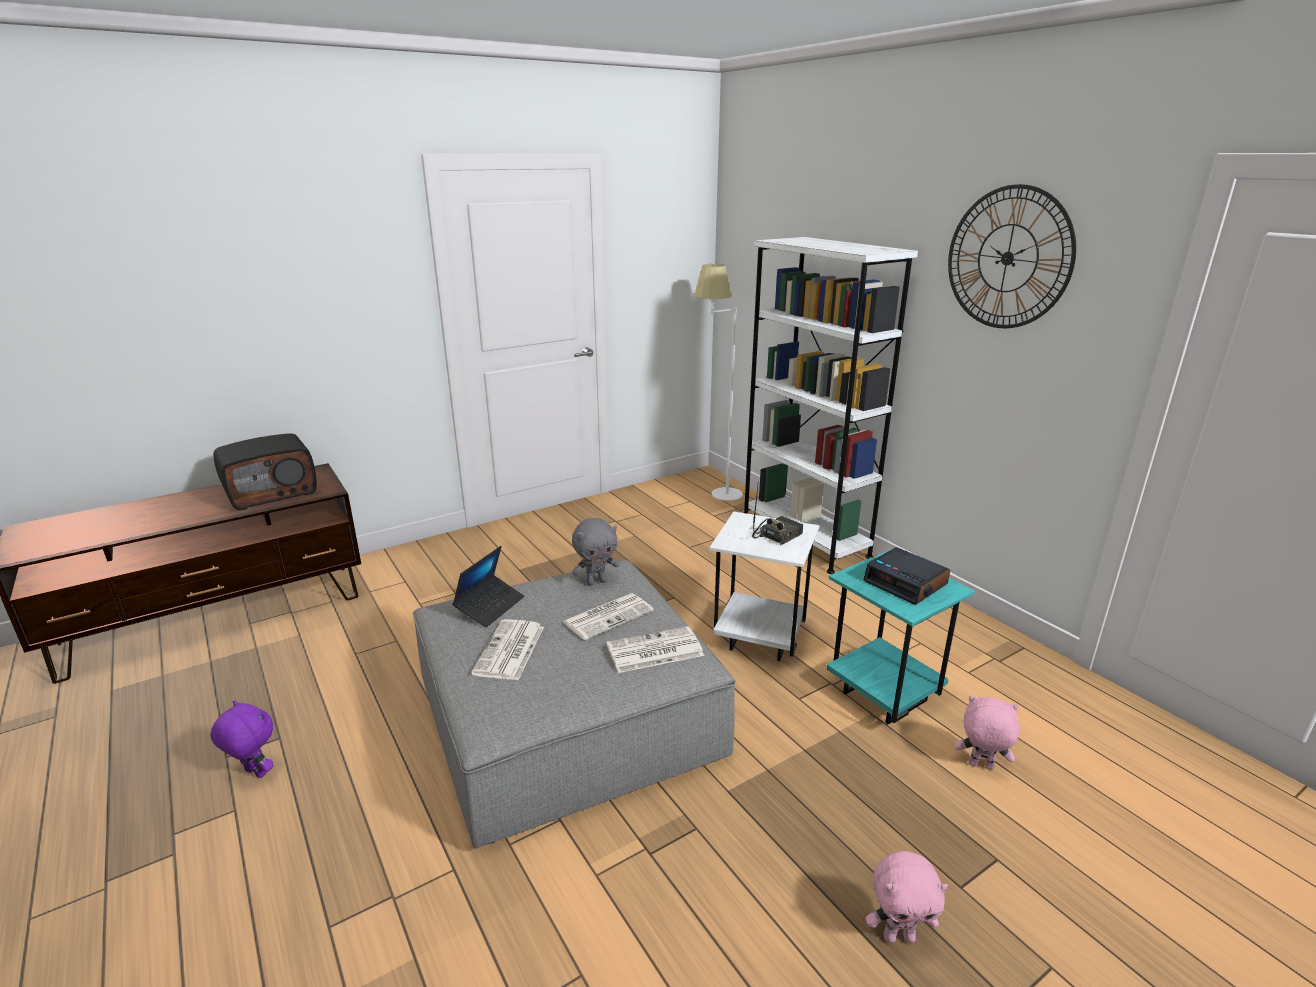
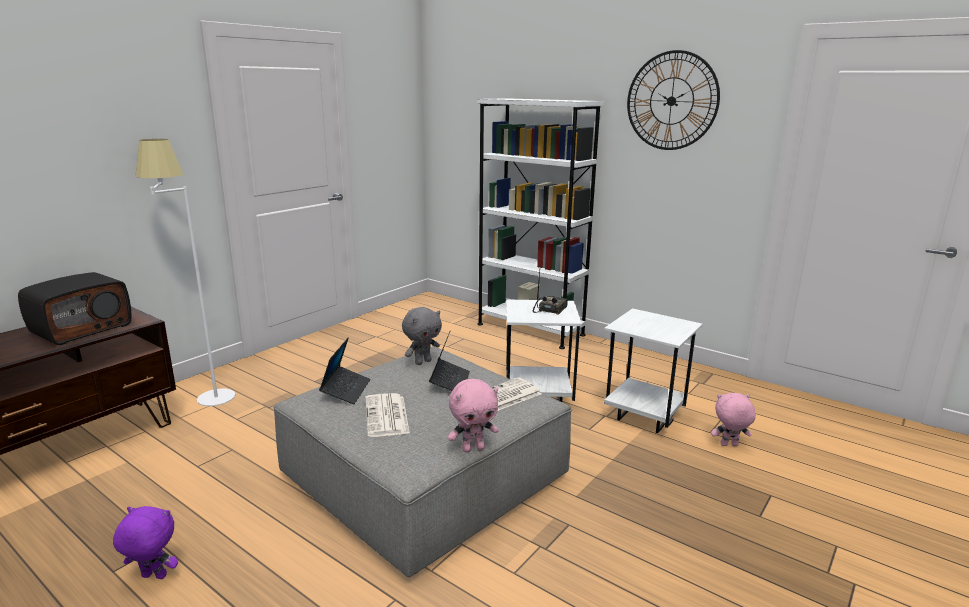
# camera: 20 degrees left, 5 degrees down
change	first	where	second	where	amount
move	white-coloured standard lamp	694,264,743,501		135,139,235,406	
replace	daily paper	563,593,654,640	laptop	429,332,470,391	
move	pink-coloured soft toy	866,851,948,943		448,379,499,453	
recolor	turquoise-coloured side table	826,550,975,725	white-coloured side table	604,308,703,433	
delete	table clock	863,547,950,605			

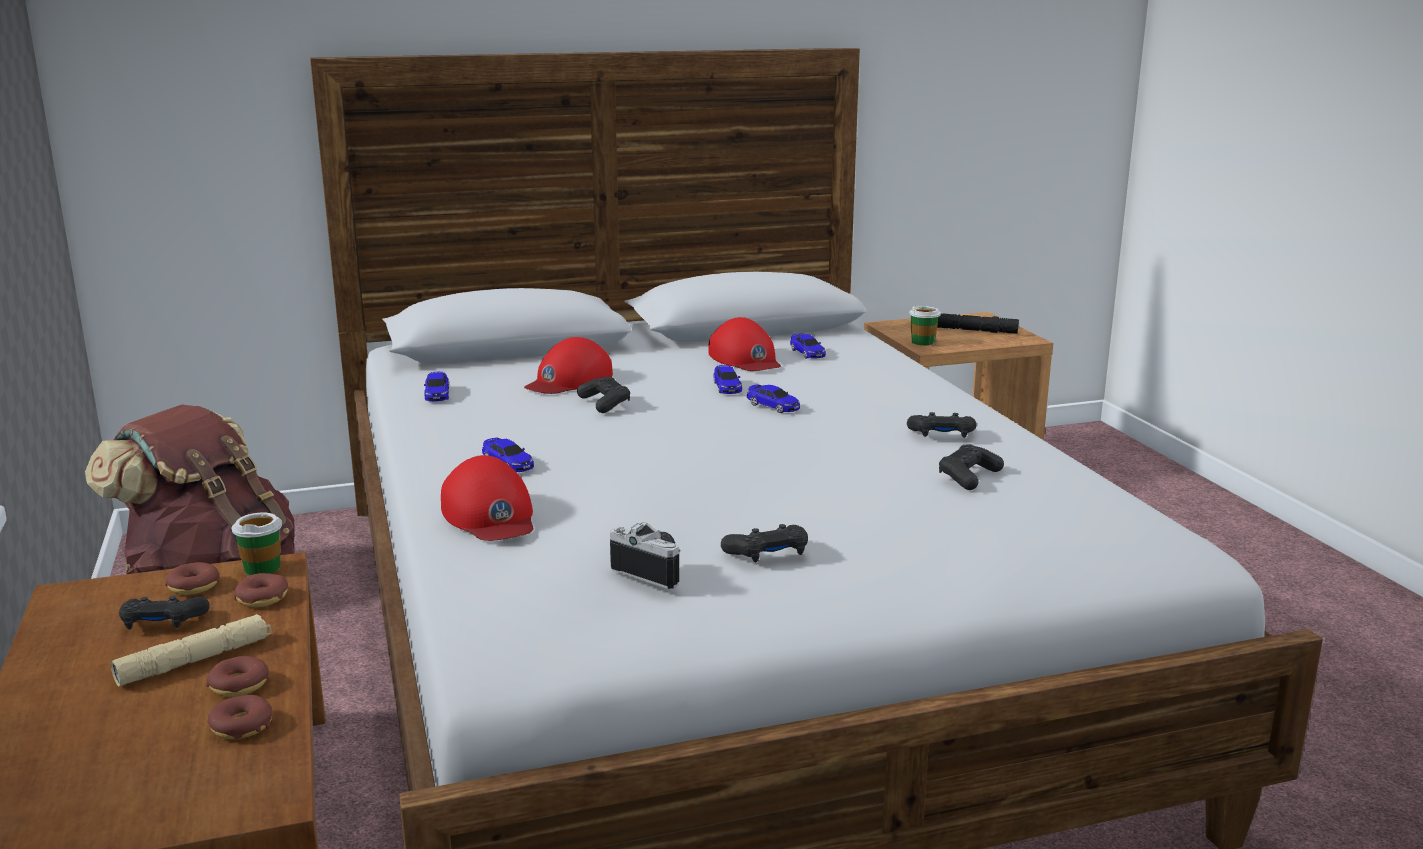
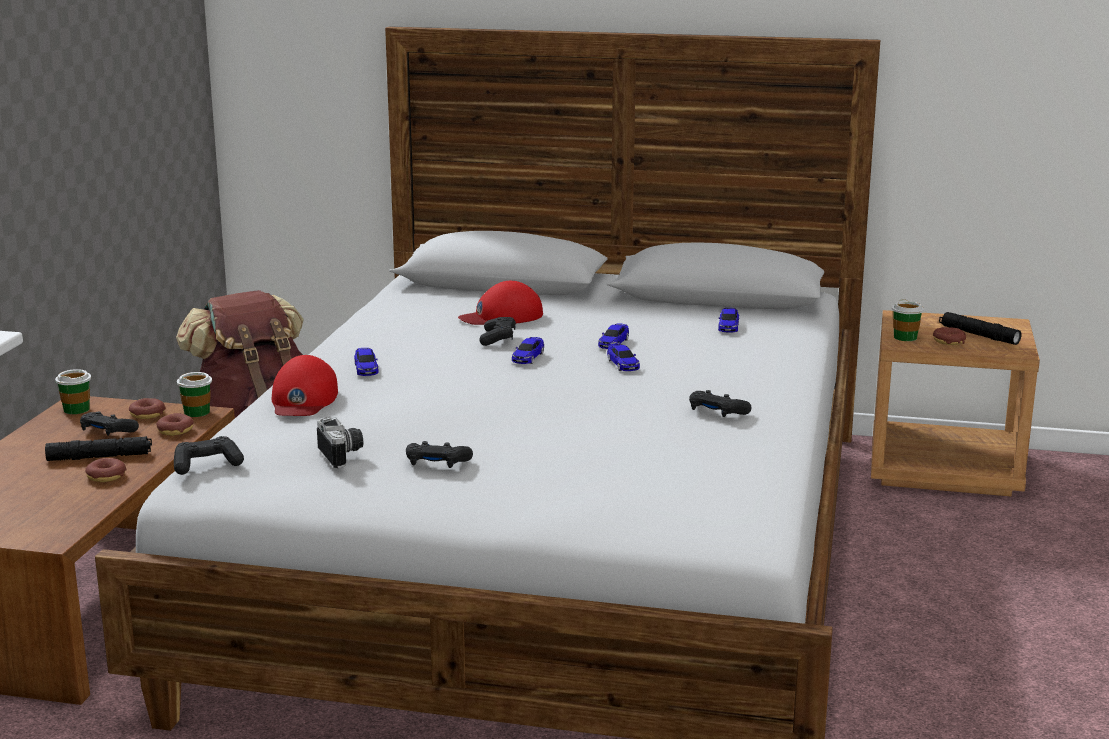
# camera: 30 degrees right, 0 degrees up
change	first	where	second	where	amount
recolor	beige-coloured hand torch	110,614,271,687	black-coloured hand torch	45,436,152,461	
insert			drinking cup	55,369,91,414	
move	black-coloured gamepad	939,444,1004,490		174,436,244,475	
move	model car	424,372,449,401		512,337,544,364	
move	donut	207,695,272,739		933,327,966,345	
delete	reddish baseball cap	708,317,781,371			

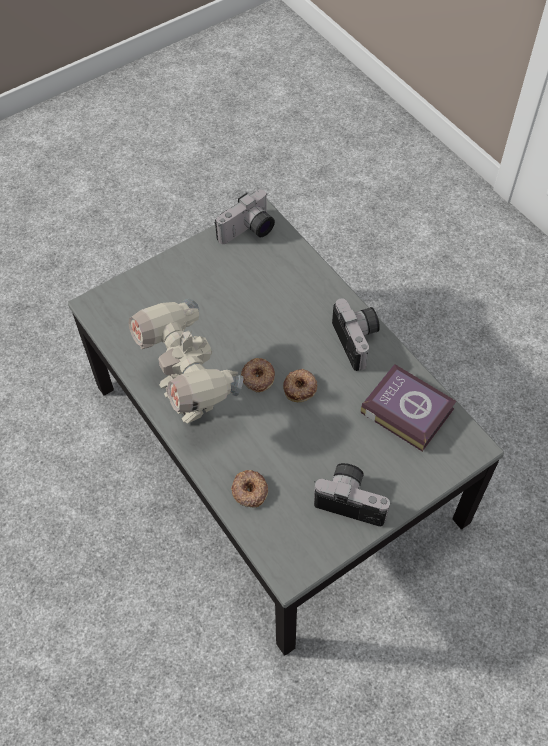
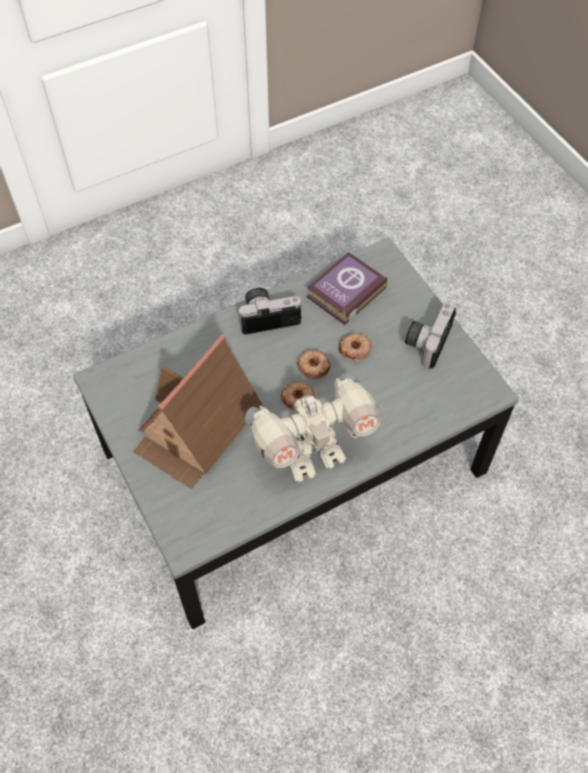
# camera: 85 degrees left, 0 degrees up
change	first	where	second	where	amount
insert			miniature house	133,335,262,489	
move	donut	231,470,268,508		338,333,372,361	
delete	still camera	215,189,275,244			

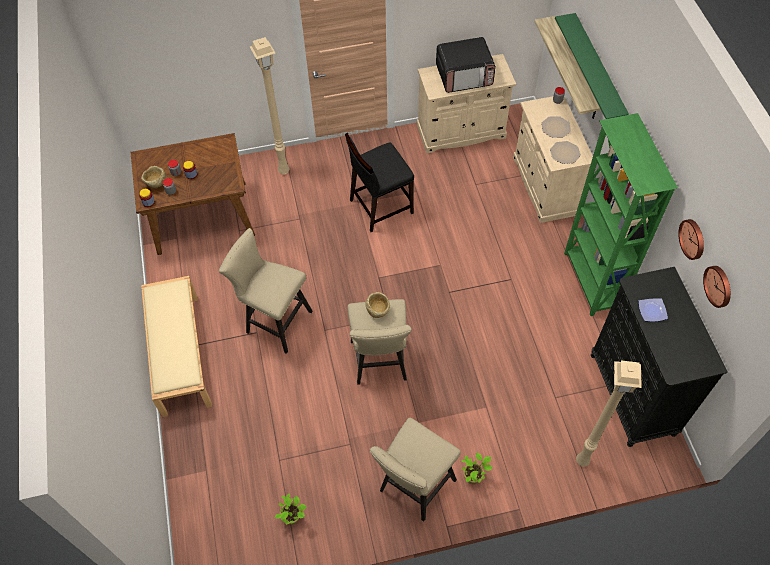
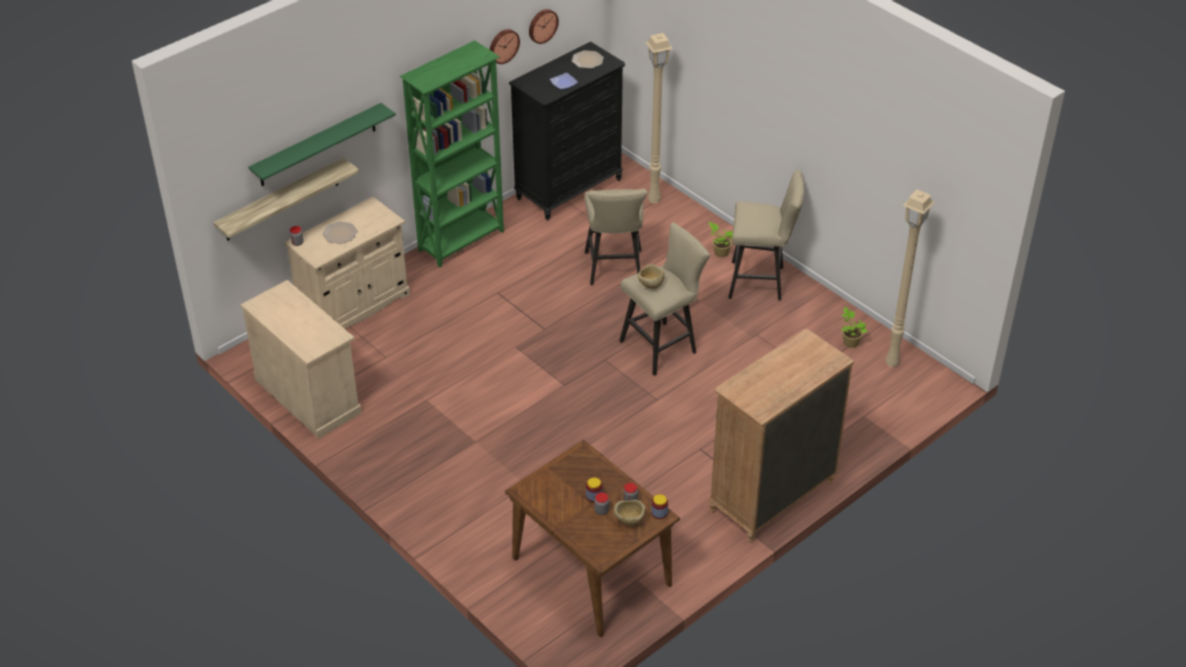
# camera: 120 degrees left, 15 degrees down
change	first	where	second	where	amount
move	flat dish	550,141,581,164		572,50,604,69	
move	beige-coloured sitting stool	219,228,313,354		585,189,648,285	
replace	beige-coloured indoor bench	141,276,212,417	brown-coloured chest of drawers	709,329,854,542	
move	beige-coloured standard lamp	250,37,289,174		885,190,935,367	
delete	black-coloured upright chair	345,133,414,232			
delete	microwave	436,37,496,93			

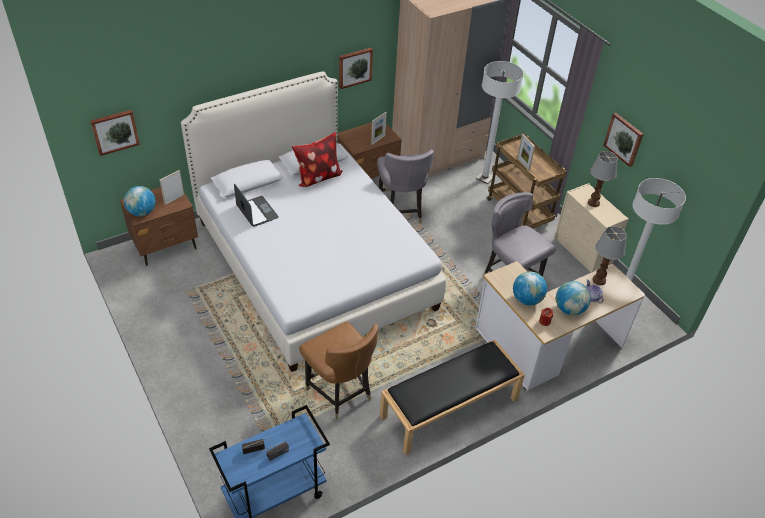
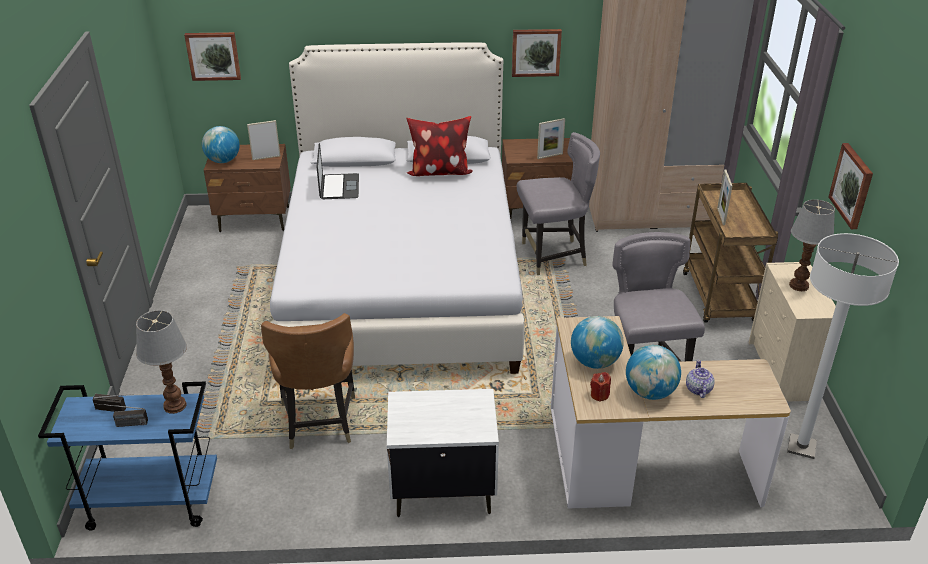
# camera: 30 degrees right, 10 degrees down
change	first	where	second	where	amount
move	lamp for a table	592,226,627,285		136,310,187,414	
replace	black-coloured indoor bench	380,340,525,455	white-coloured nightstand	387,389,499,517	
rotate	grey upright chair	377,150,434,224		517,132,600,275	120 degrees counterclockwise
delete	white-coloured standard lamp	476,61,524,184			

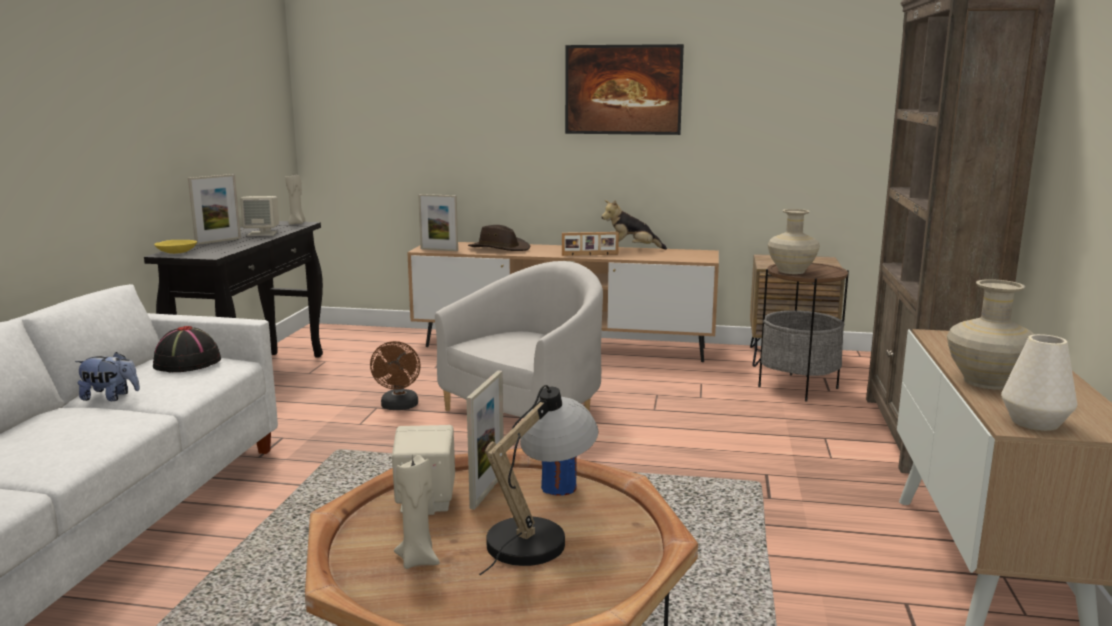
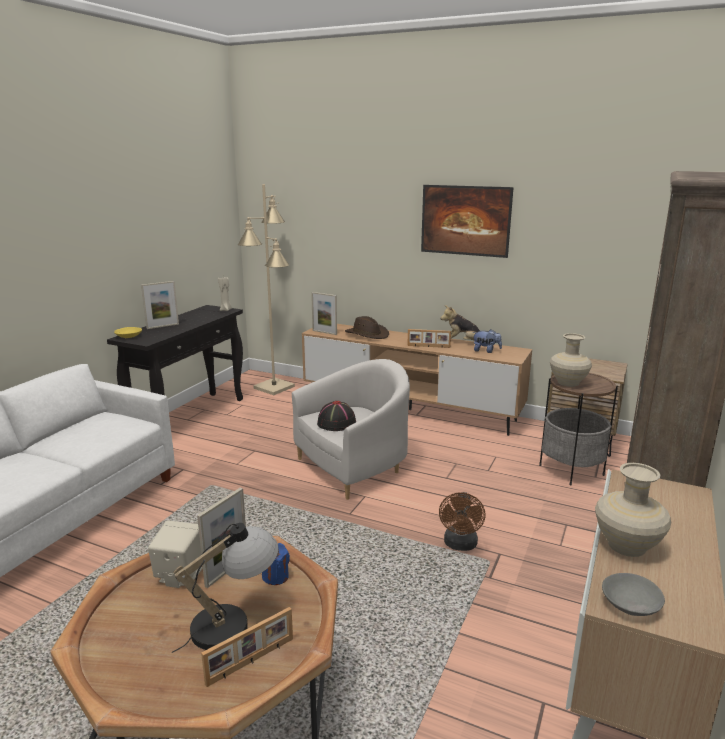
# camera: 15 degrees right, 5 degrees up
change	first	where	second	where	amount
insert			photo frame	201,607,293,687	
insert			beige-coloured standard lamp	237,184,295,395	
move	black-coloured clothing hat	153,326,221,372		317,401,356,431	
move	brown-coloured fan	370,341,421,410		439,492,486,551	
move	soft toy	75,352,140,401		472,329,502,353	
replace	white-coloured vase	1001,334,1077,431	grey bowl	602,573,665,616	
delete	beige-coloured loudspeaker	240,196,279,236			
delete	beige-coloured wax candle	394,455,440,569			

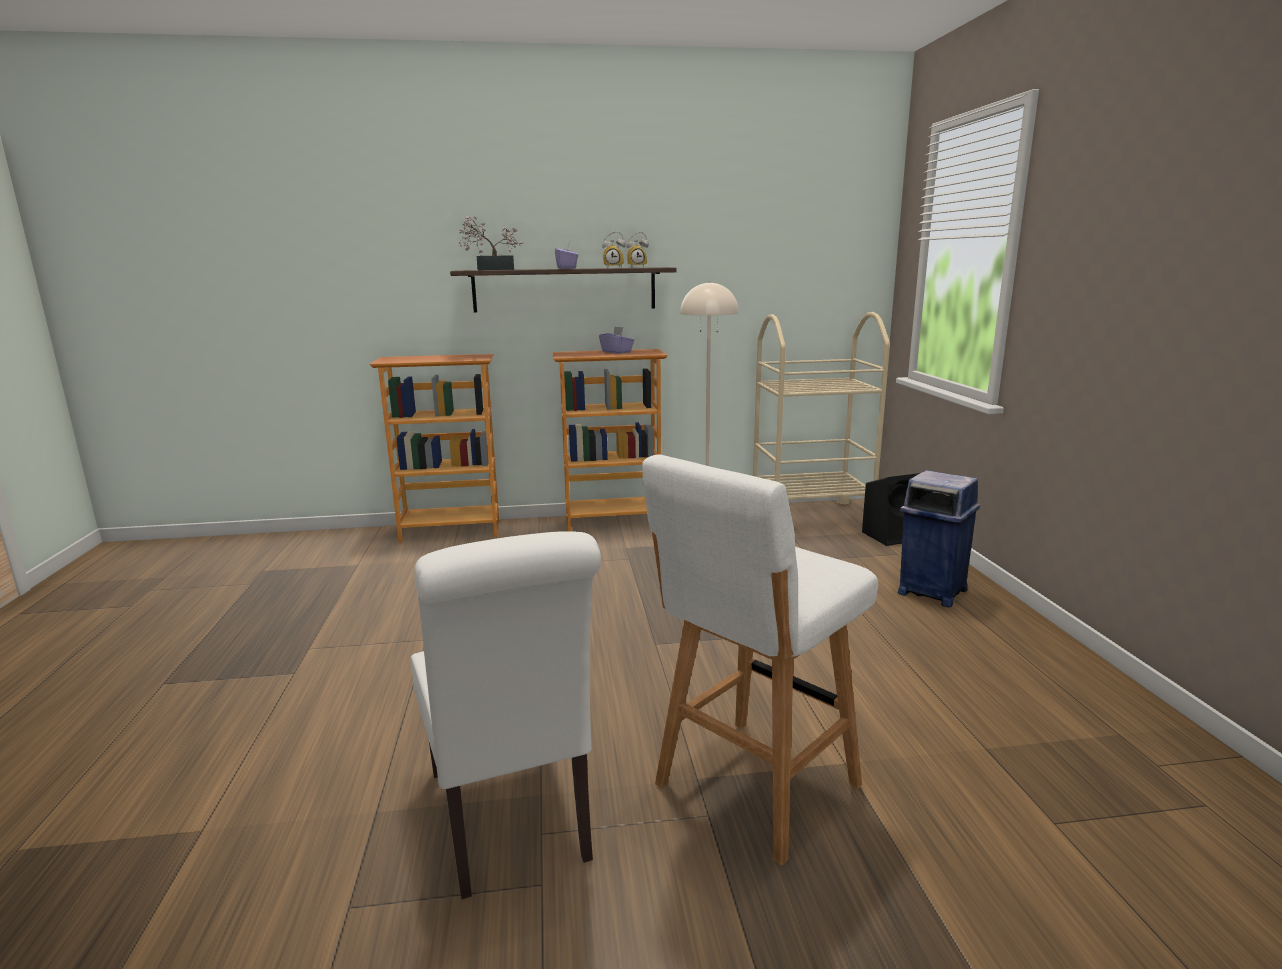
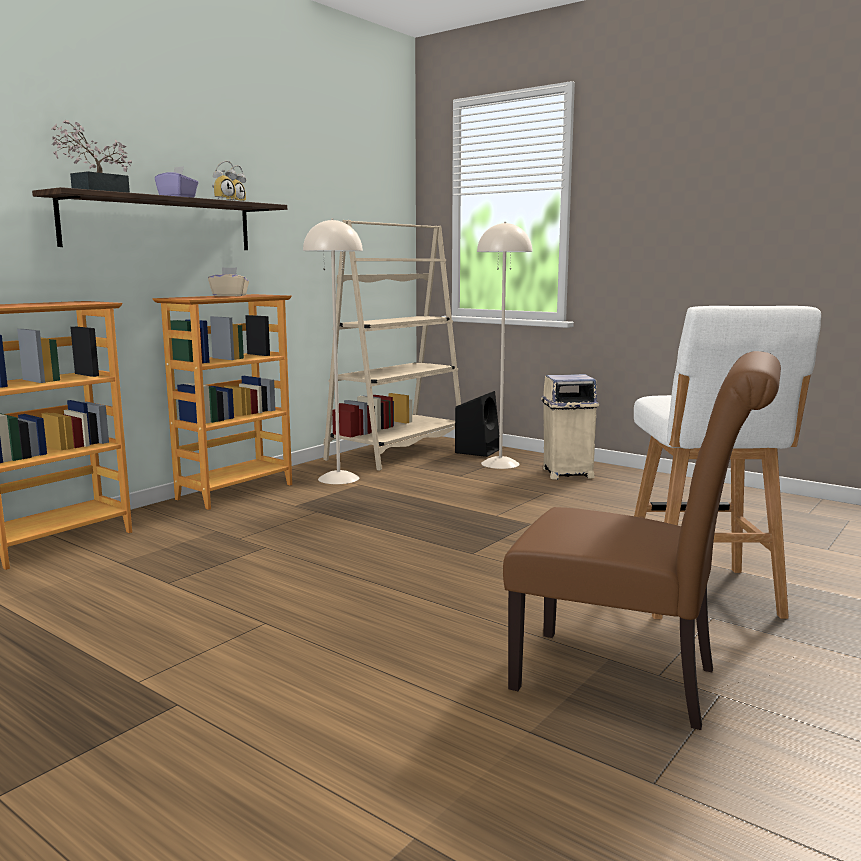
# camera: 45 degrees left, 5 degrees down
change	first	where	second	where	amount
recolor	purple-coloured box of tissues	599,327,634,354	beige-coloured box of tissues	208,267,249,296	
replace	beige-coloured wheeled cart	753,312,890,504	beige-coloured bookshelf	323,220,461,470	
insert			beige-coloured standard lamp	477,222,532,469	
recolor	white-coloured upright chair	411,531,601,899	brown-coloured upright chair	503,351,781,730	
recolor	bluish waste bin	898,470,980,607	beige-coloured waste bin	541,374,599,480	

